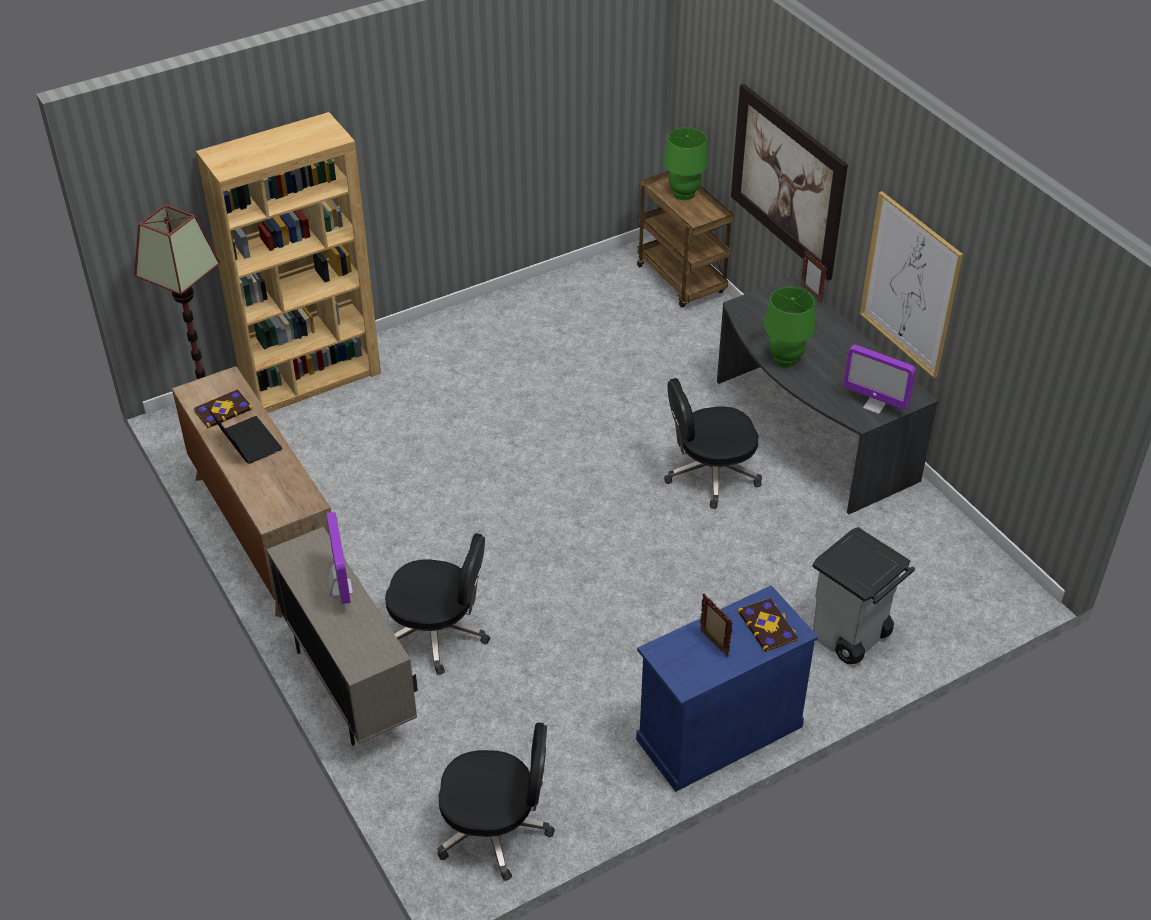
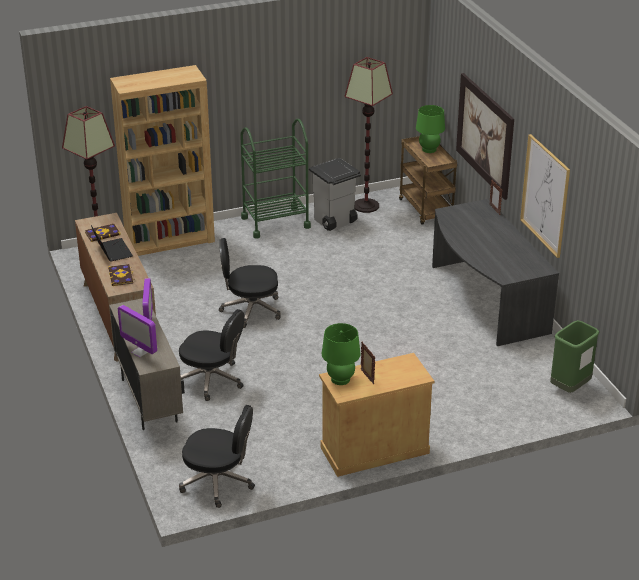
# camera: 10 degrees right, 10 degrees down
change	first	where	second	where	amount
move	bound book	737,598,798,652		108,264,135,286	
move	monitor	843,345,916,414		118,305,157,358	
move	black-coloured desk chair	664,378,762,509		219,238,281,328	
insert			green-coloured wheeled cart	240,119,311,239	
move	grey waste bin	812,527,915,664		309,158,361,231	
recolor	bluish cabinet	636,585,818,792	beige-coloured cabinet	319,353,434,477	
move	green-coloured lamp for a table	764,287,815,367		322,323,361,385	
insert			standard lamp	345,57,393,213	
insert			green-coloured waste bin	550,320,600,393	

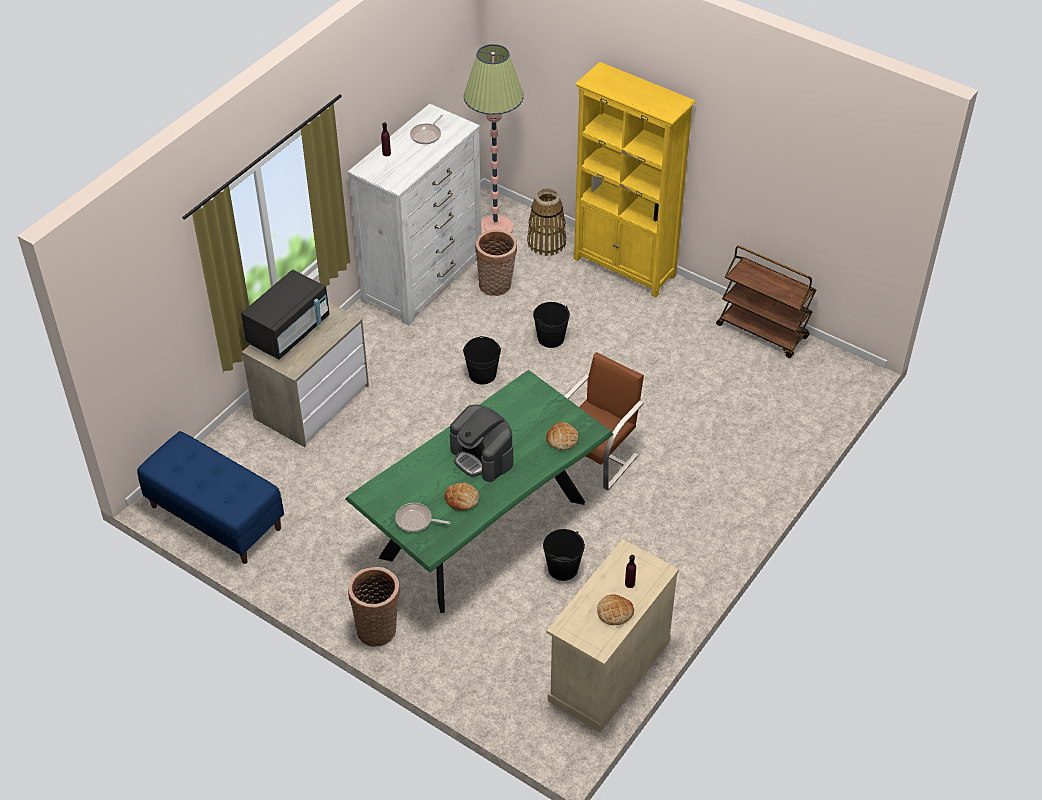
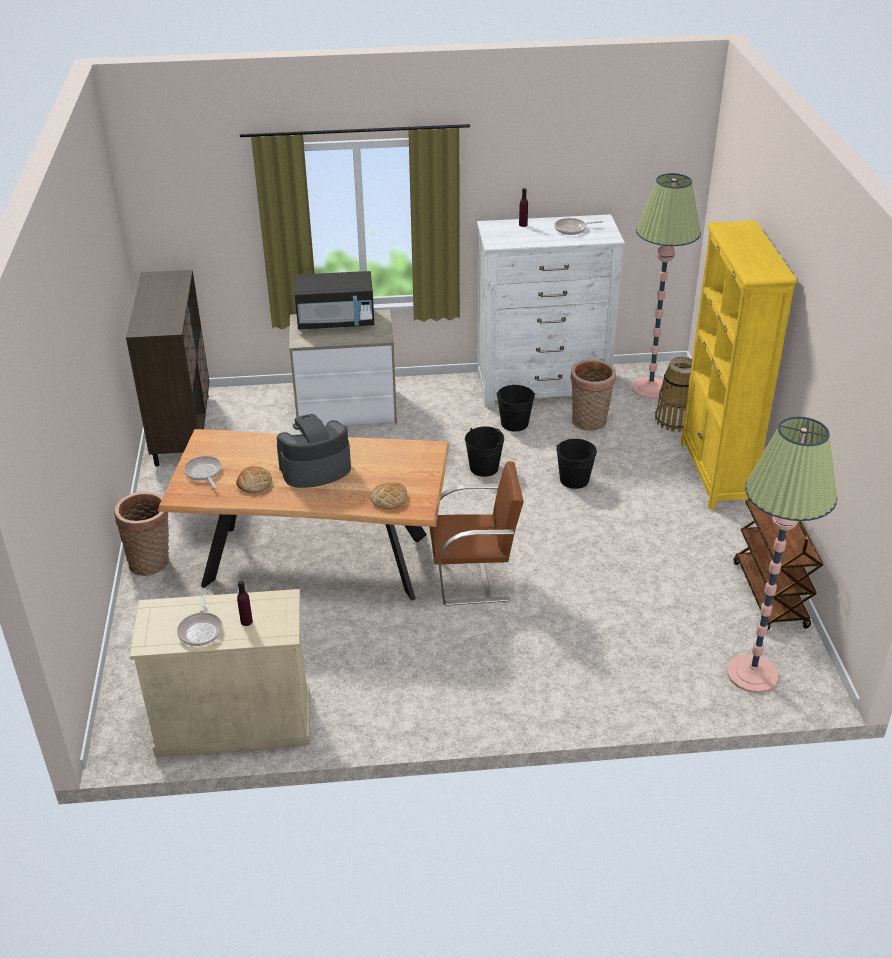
# camera: 50 degrees right, 10 degrees down
change	first	where	second	where	amount
replace	bluish indoor bench	137,431,284,564	brown-coloured cabinet	126,270,210,466	
recolor	green-coloured dinner table	345,370,613,613	brown-coloured dinner table	158,429,449,601	
replace	baked bread	597,594,634,625	skillet	177,595,223,646	
rotate	coffee machine	450,404,513,482		277,414,351,488	60 degrees clockwise
move	black-coloured bucket	543,529,585,581		496,385,535,432	
insert			standard lamp	727,417,837,693	

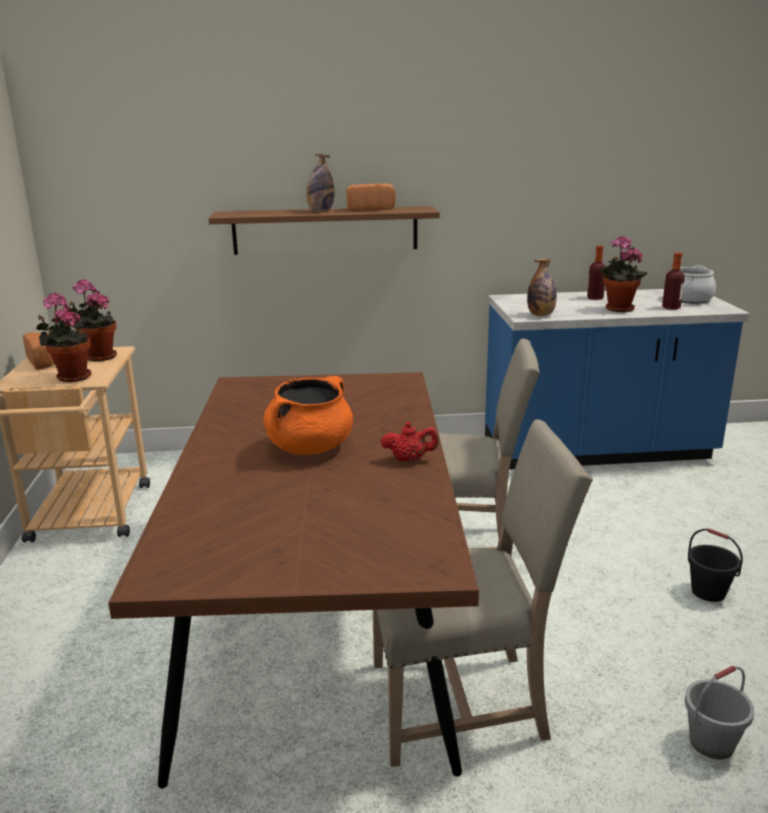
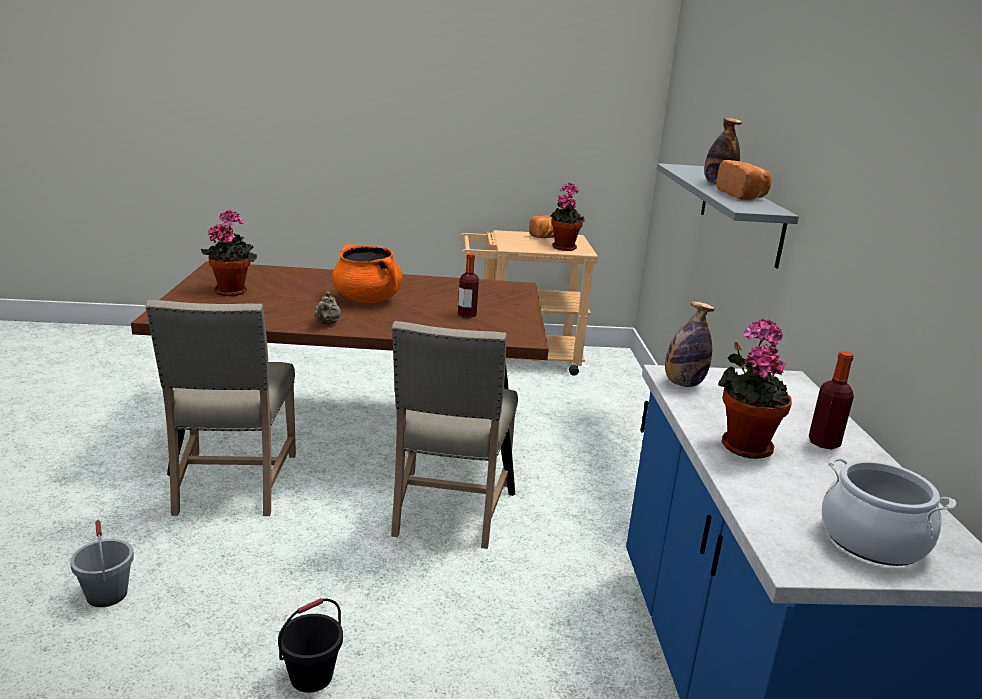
# camera: 90 degrees right, 0 degrees up
change	first	where	second	where	amount
move	plant in a pot	36,293,91,382		201,209,257,296	
recolor	reddish teapot	381,422,439,462	beige-coloured teapot	314,292,341,325	
move	bottle	662,253,685,310		458,253,479,318	
recolor	brown-coloured wall shelf	209,206,440,255	grey wall shelf	656,163,799,268	

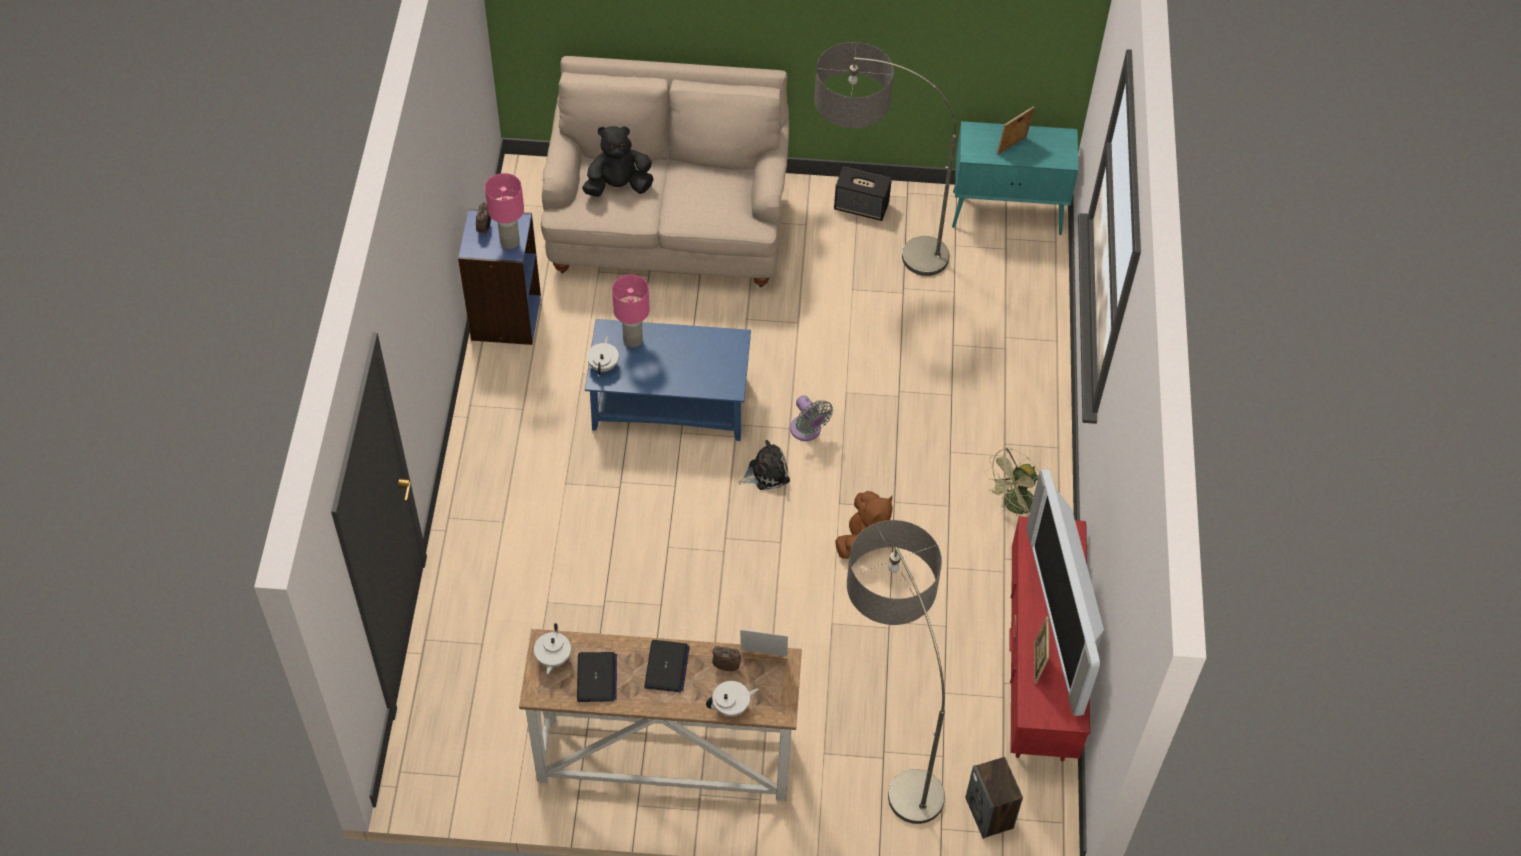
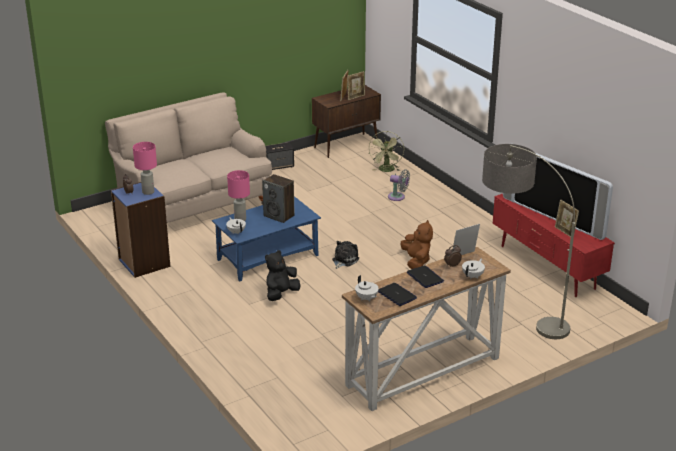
# camera: 35 degrees left, 25 degrees down
change	first	where	second	where	amount
move	loudspeaker	965,757,1023,839		262,174,295,223	
move	black-coloured soft toy	582,126,654,197		265,250,300,301	
recolor	turquoise-coloured cabinet	952,121,1078,235	brown-coloured cabinet	312,85,381,158	
insert			photo frame	347,71,365,100	
move	green-coloured fan	985,448,1040,516		369,131,404,172	
move	grey fan	790,395,833,441		388,169,410,201	
delete	standard lamp	814,42,956,276			

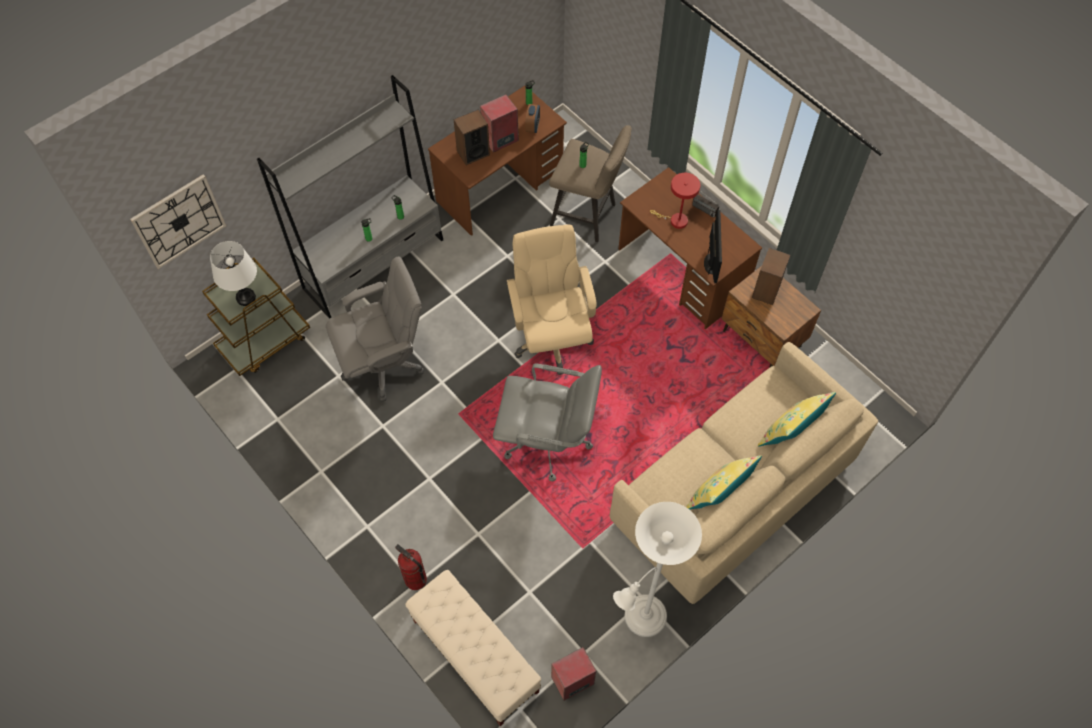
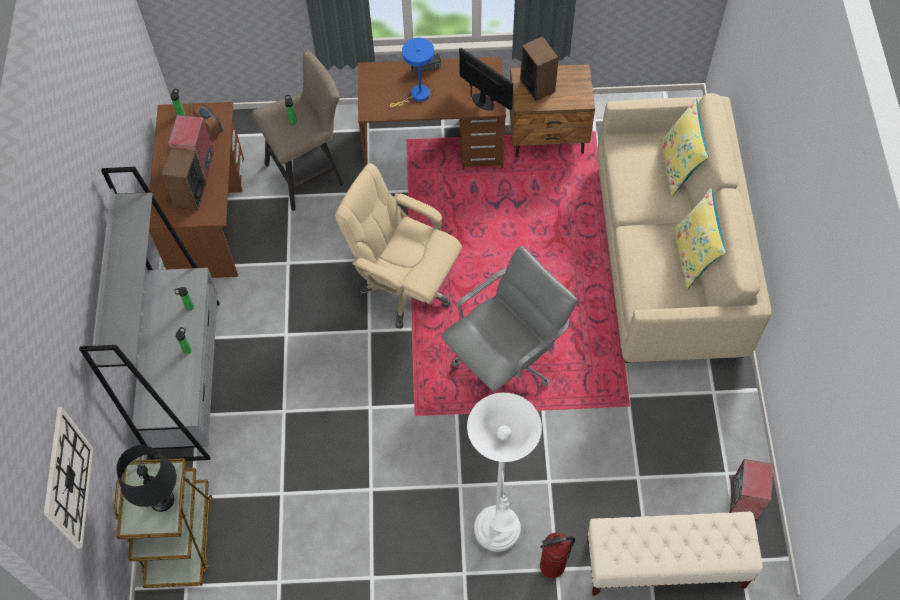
# camera: 50 degrees left, 0 degrees up
change	first	where	second	where	amount
recolor	white-coloured lamp for a table	210,241,257,306	black-coloured lamp for a table	116,445,177,512	
recolor	reddish lamp for a table	650,173,700,229	bluish lamp for a table	390,38,434,107	
move	white-coloured standard lamp	613,502,702,637		467,393,542,552	
delete	grey desk chair	326,256,424,402			

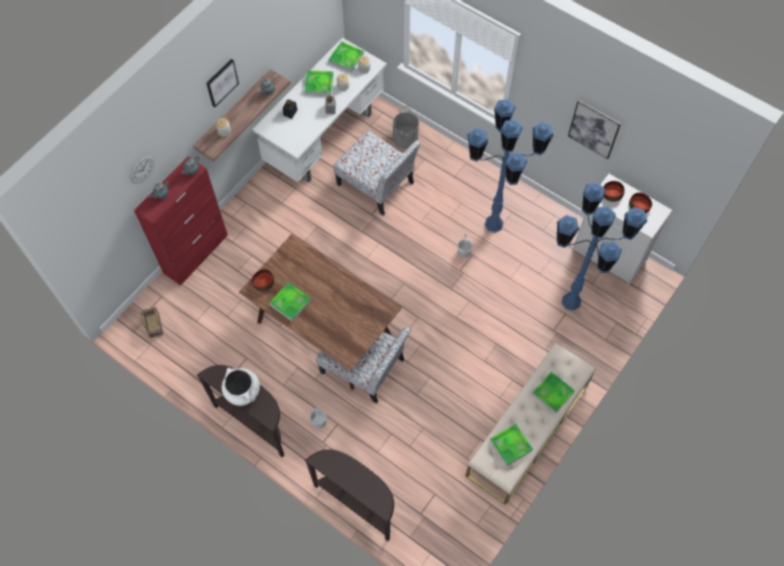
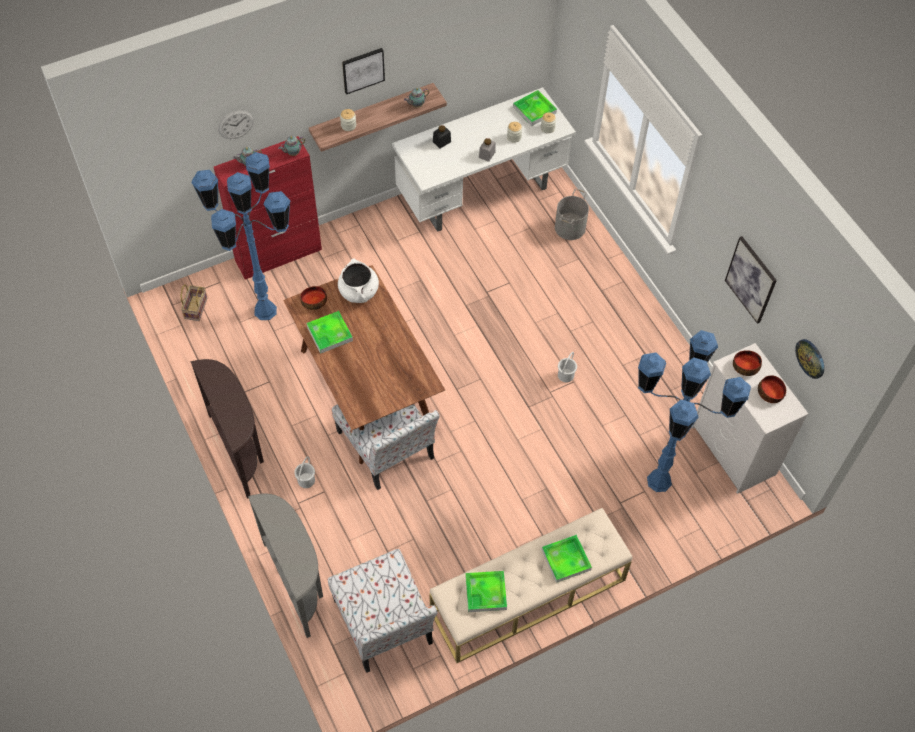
# camera: 25 degrees right, 5 degrees down
change	first	where	second	where	amount
move	bluish standard lamp	467,99,553,233		192,152,290,320	
recolor	brown-coloured console table	305,449,394,541	grey console table	248,494,323,638	
move	upright chair	333,130,421,215		328,549,437,673	
move	white-coloured stockpot	222,368,260,406		338,258,379,303	
insert			clock on the wall	795,339,824,379	
delete	carrying tray	304,70,334,96			

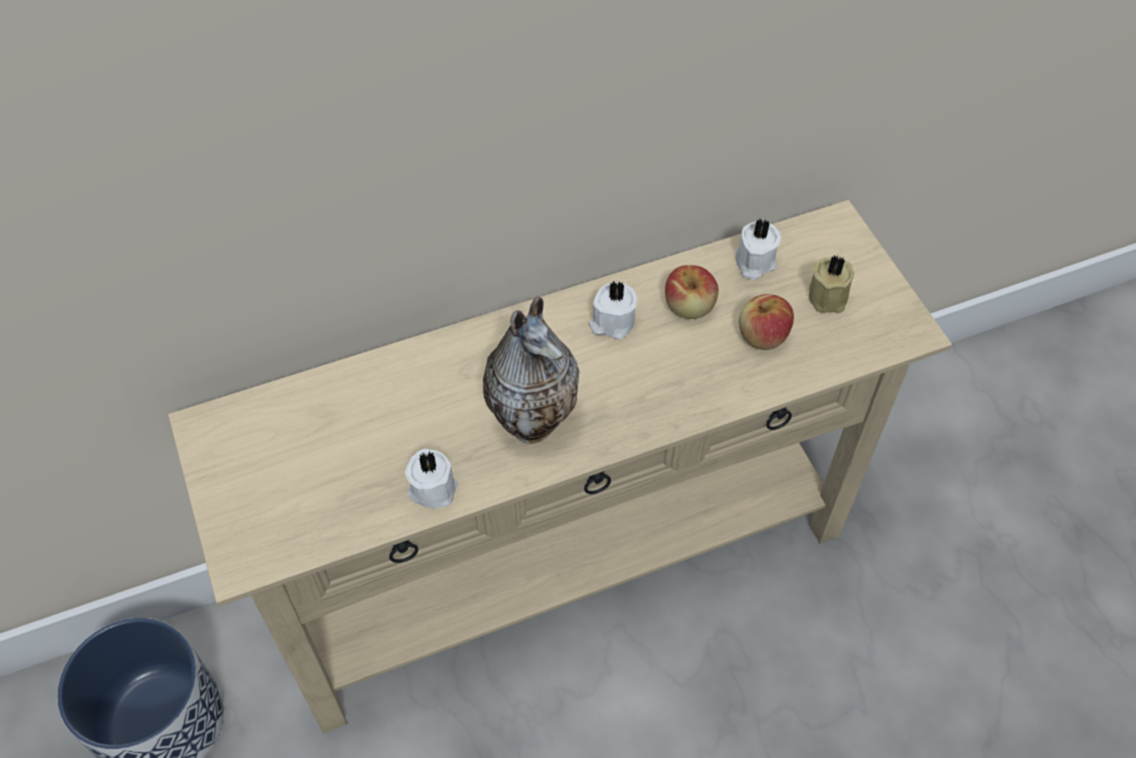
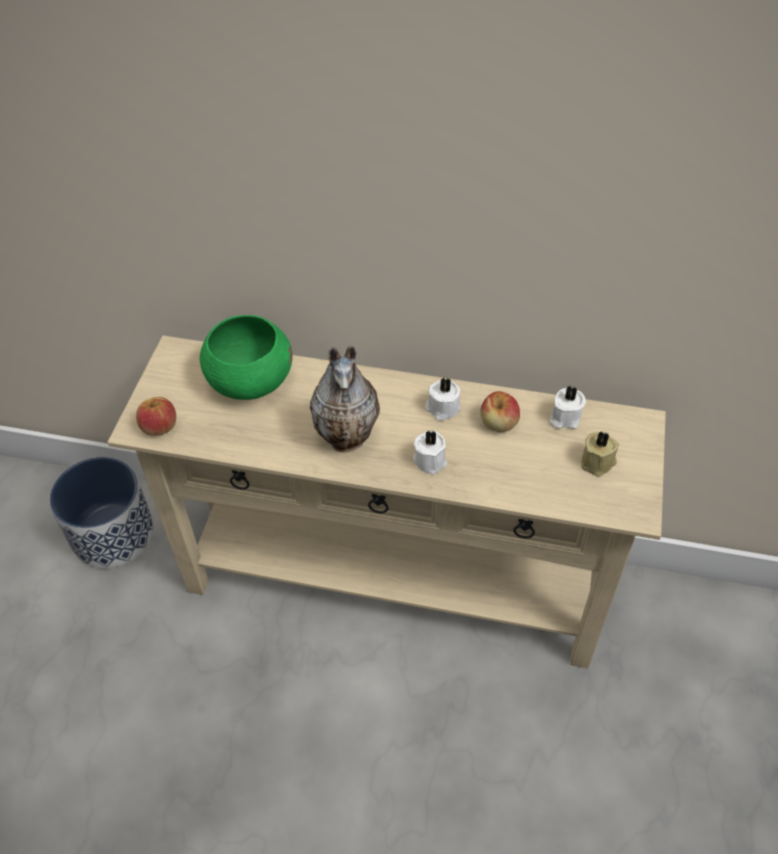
# camera: 35 degrees right, 5 degrees down
change	first	where	second	where	amount
move	apple fruit	739,294,794,350		136,397,176,436	
insert			green-coloured bowl	200,315,293,400	
move	white-coloured wax candle	405,449,458,508		413,430,447,474	

